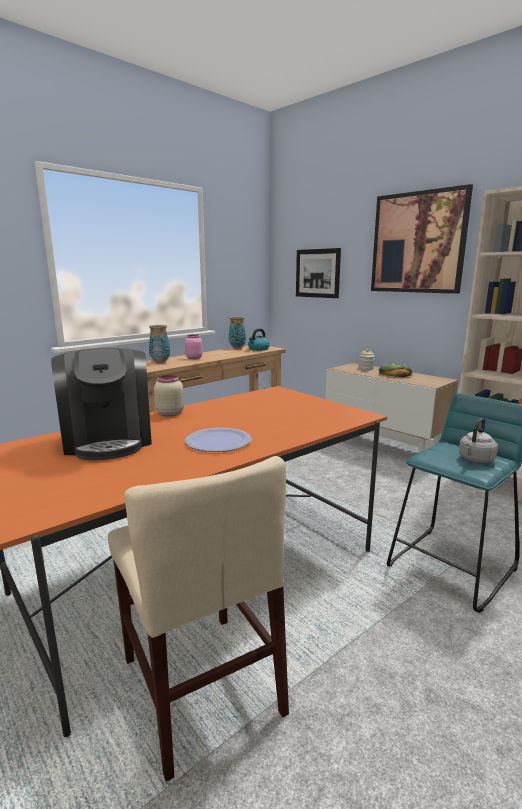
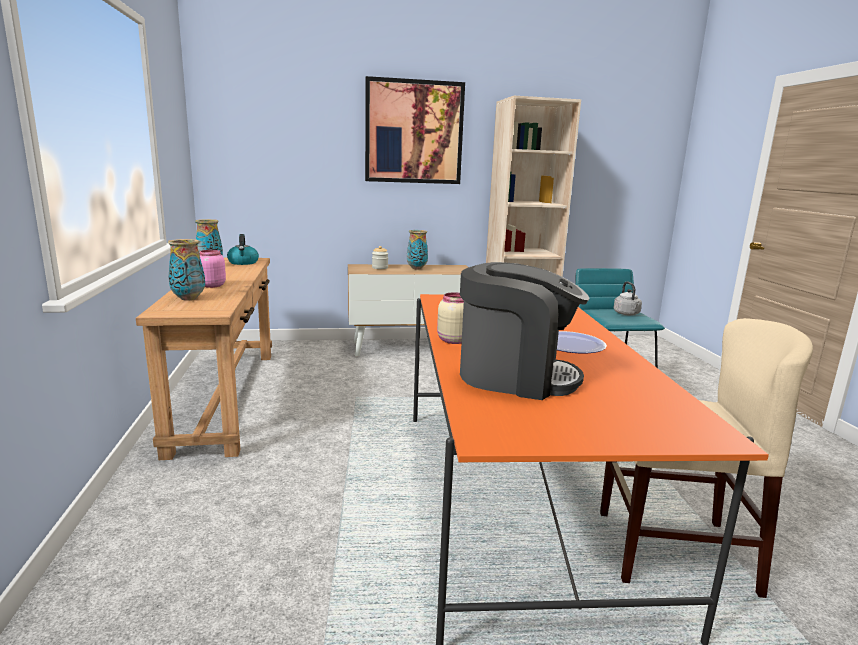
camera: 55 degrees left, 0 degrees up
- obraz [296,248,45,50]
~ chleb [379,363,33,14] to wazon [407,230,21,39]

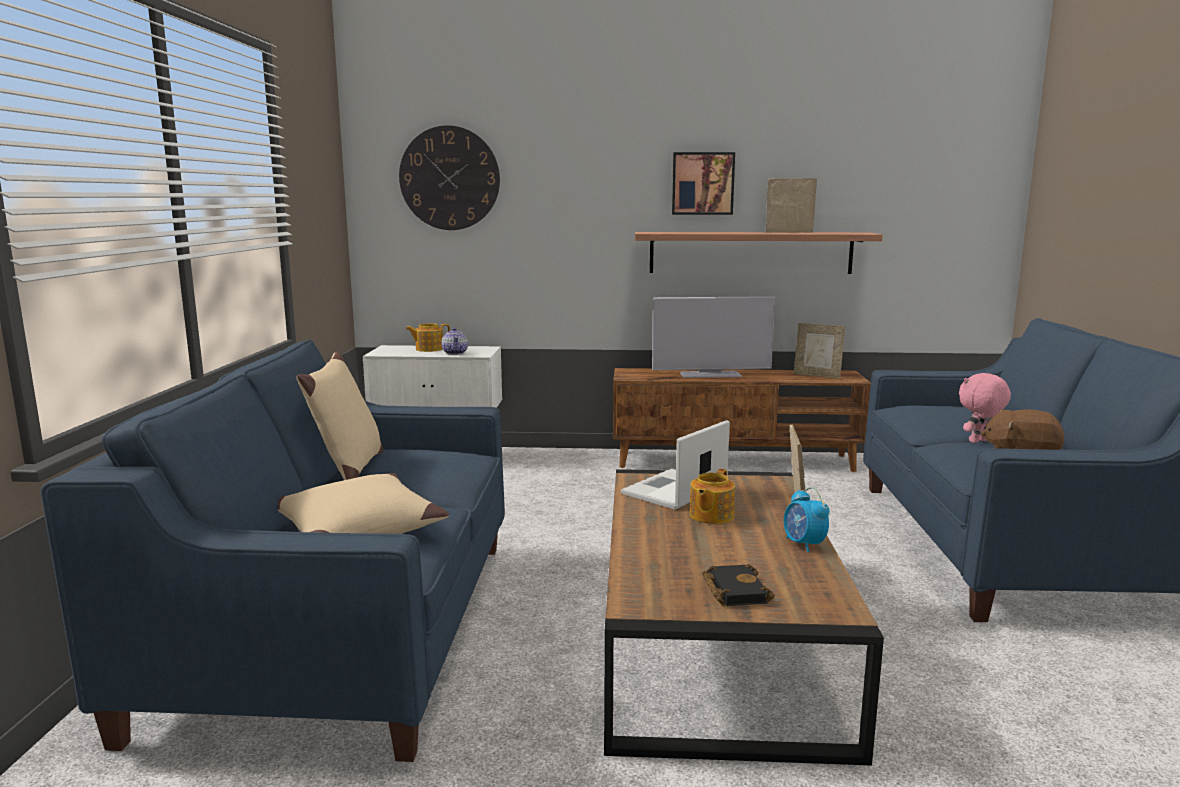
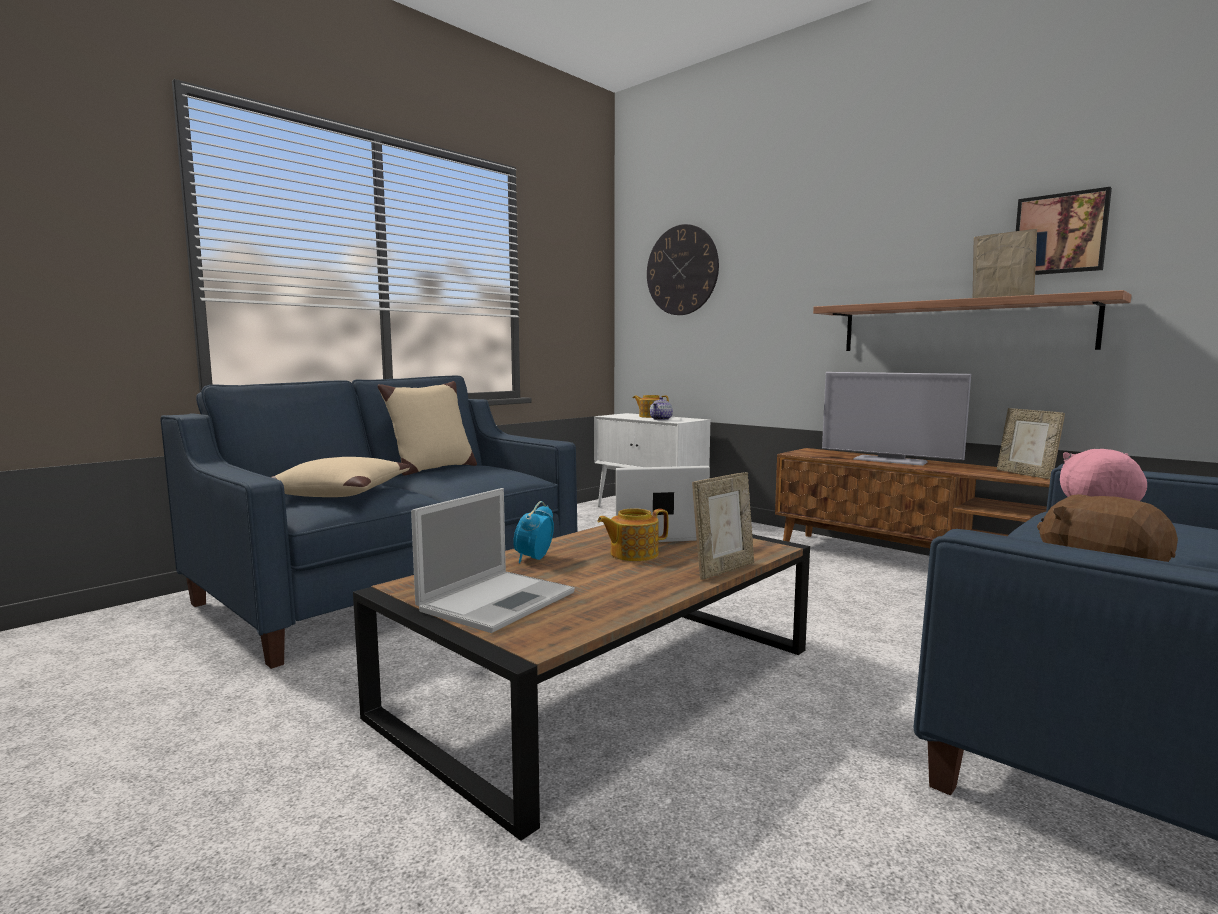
camera: 40 degrees right, 5 degrees down
~ obraz [672,152,63,63] to [1016,187,96,88]
~ książka (czarny) [702,564,73,42] to laptop [411,488,164,145]
~ budzik [784,487,46,65] to [513,501,41,62]

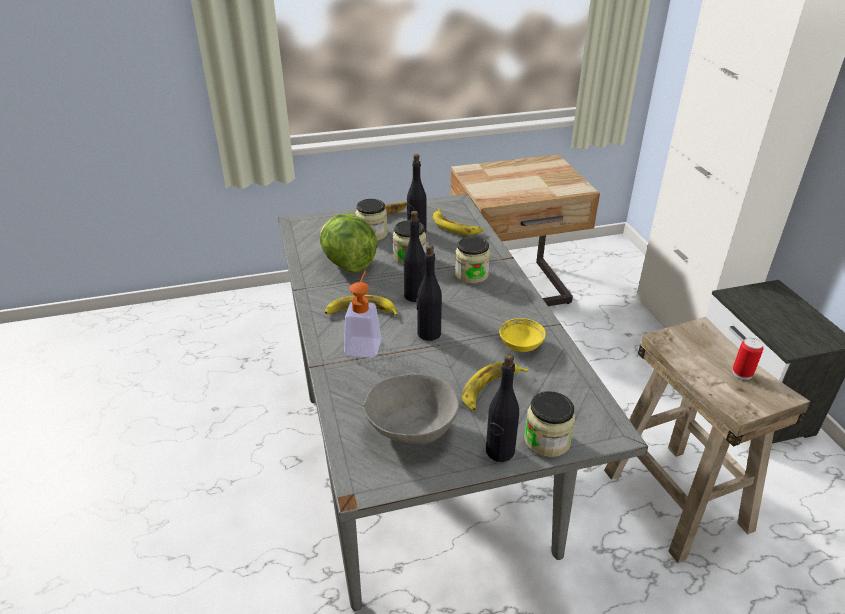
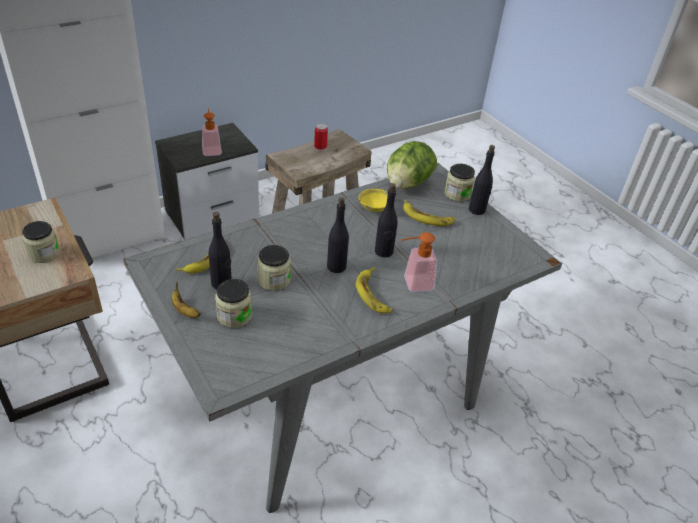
camera: 110 degrees left, 5 degrees up
~ sałata [320,213,57,60] to [387,141,50,48]
- miska (szary) [364,373,95,73]
~ słoik [455,237,35,47] to [22,221,38,42]
+ dozownik mydła [202,107,20,49]

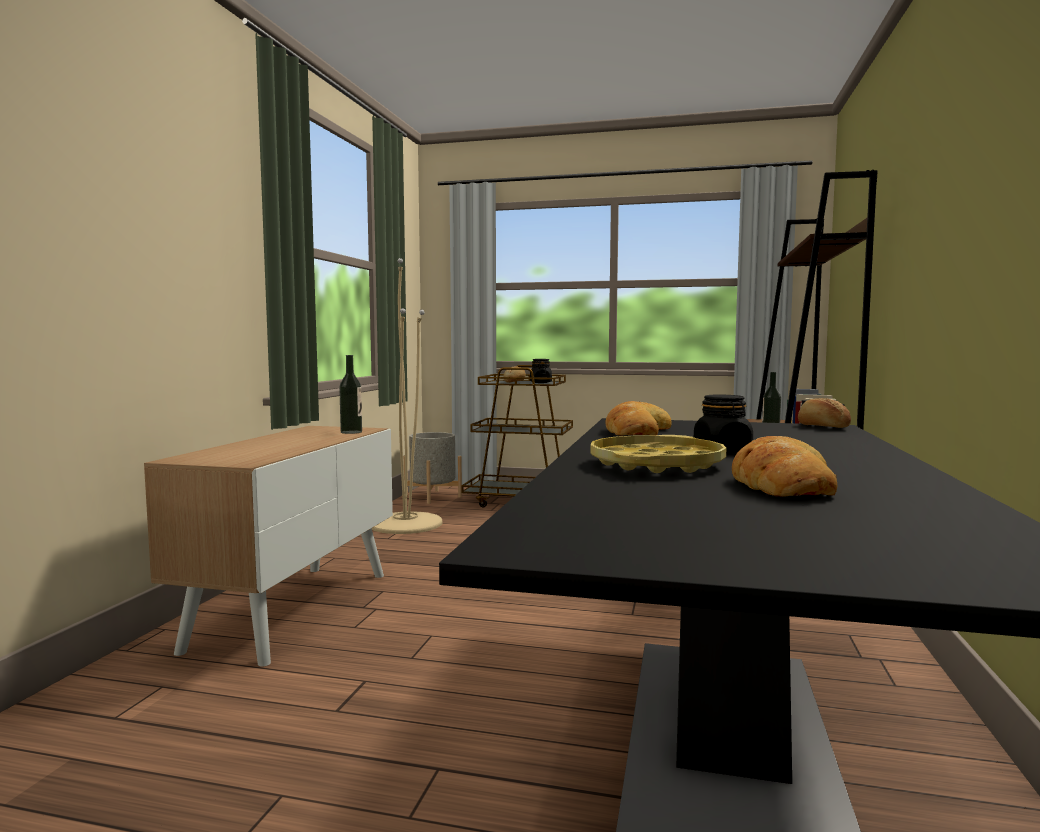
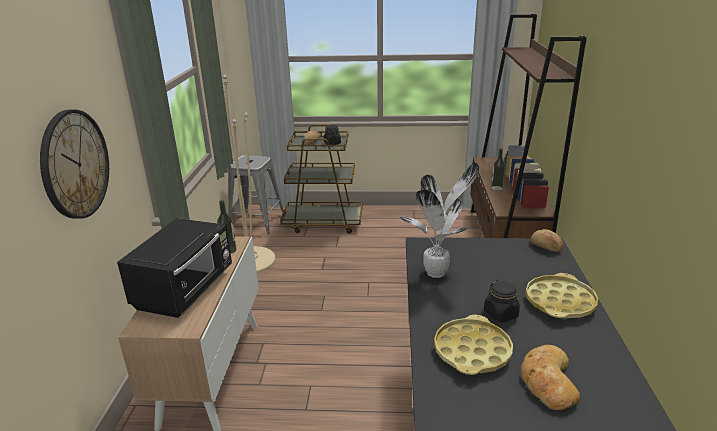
camera: 10 degrees left, 20 degrees up
~ donica (szary) [404,432,58,72] to stołek (szary) [228,155,56,80]
~ chleb [605,401,67,35] to roślina doniczkowa [400,162,79,116]
+ zegar ścienny [40,110,69,109]
+ mikrofalówka (czarny) [117,218,115,100]
+ taca (żółty) [526,273,72,45]

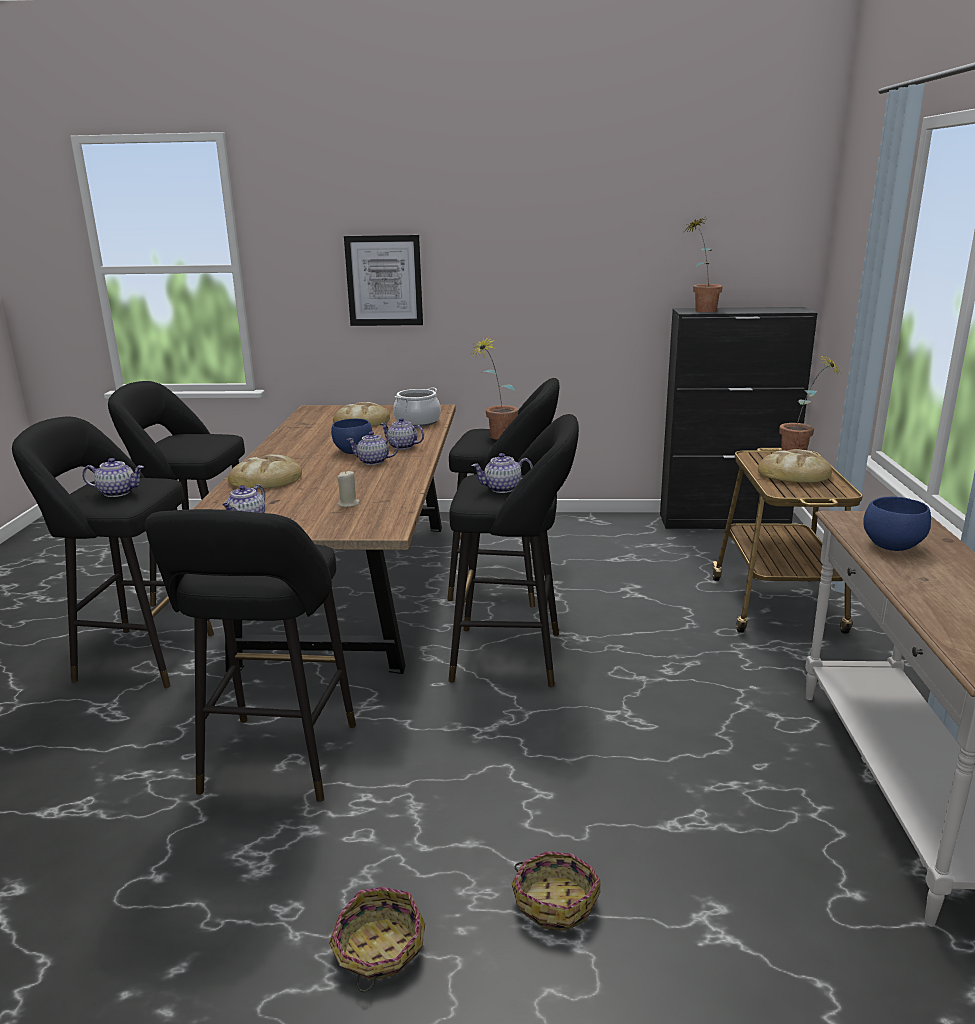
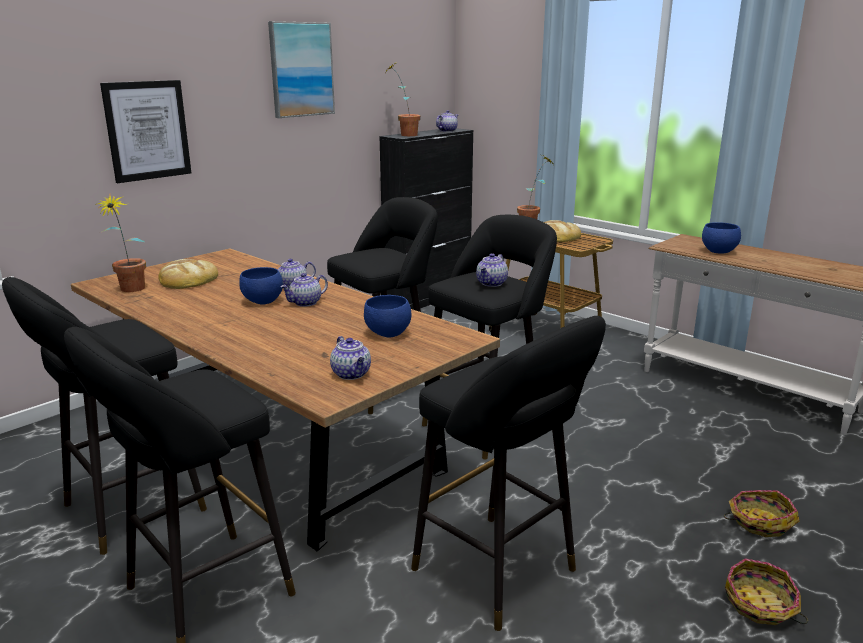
camera: 50 degrees left, 0 degrees up
~ imbryk [82,458,62,39] to [436,110,22,22]
- chleb [228,455,74,34]
~ świeca (beżowy) [337,471,23,36] to miska (niebieski) [364,295,47,43]
- garnek [393,387,48,40]
~ roślina doniczkowa [472,335,46,105] to [98,195,48,97]
+ obraz [268,21,67,97]

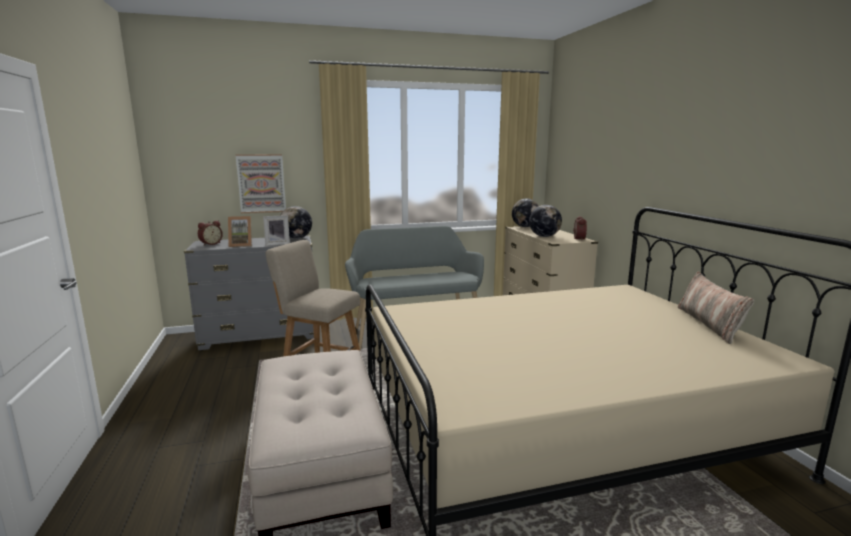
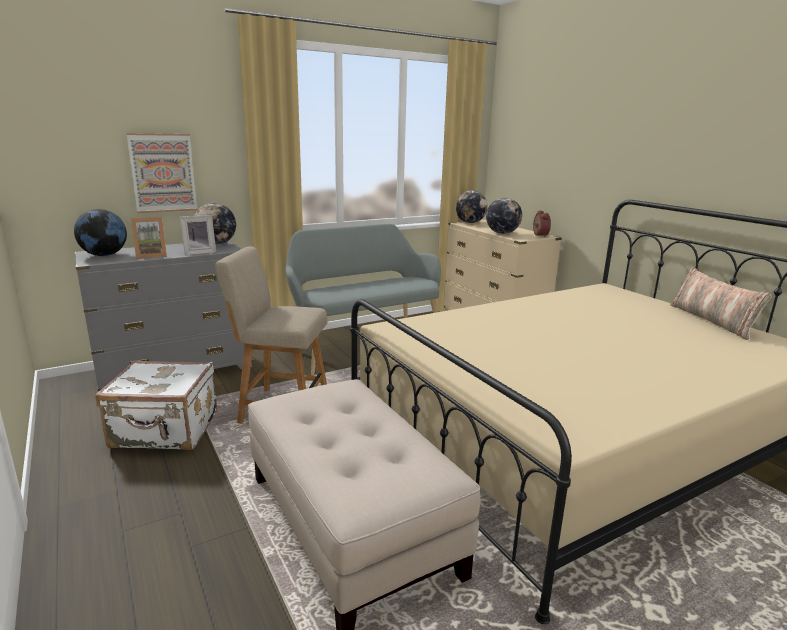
camera: 15 degrees left, 5 degrees up
~ budzik [198,220,25,25] to globus [74,209,53,47]
+ walizka (biały) [95,360,122,90]

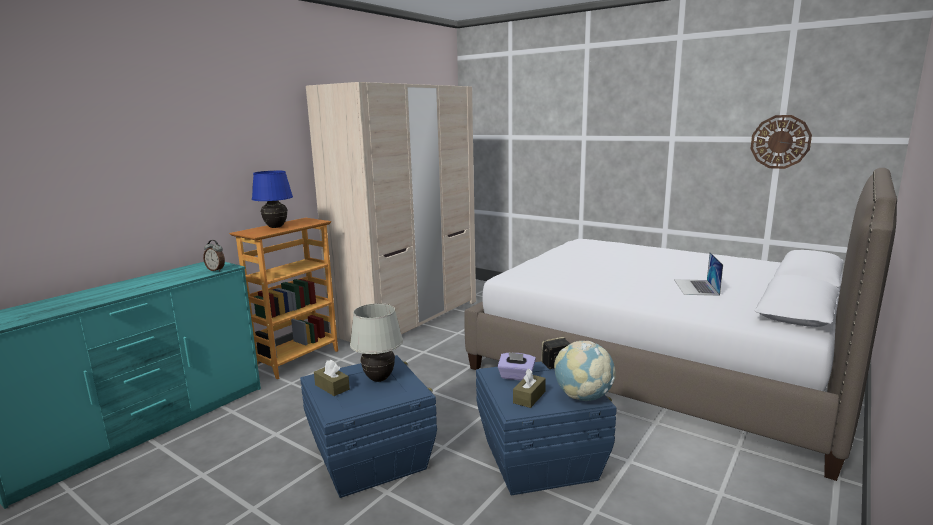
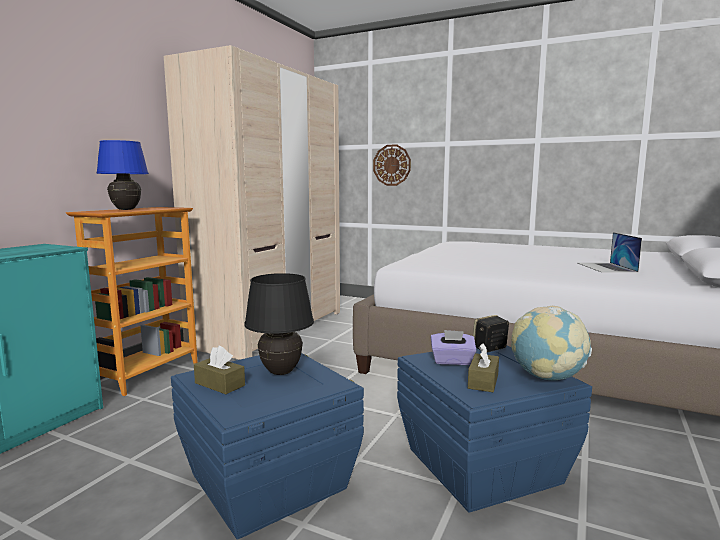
camera: 10 degrees left, 5 degrees down
- budzik [203,240,22,31]
~ lampa stołowa (biały) [350,303,53,79] to lampa stołowa (czarny) [244,273,70,102]
~ zegar ścienny [750,115,62,54] to [373,144,38,42]

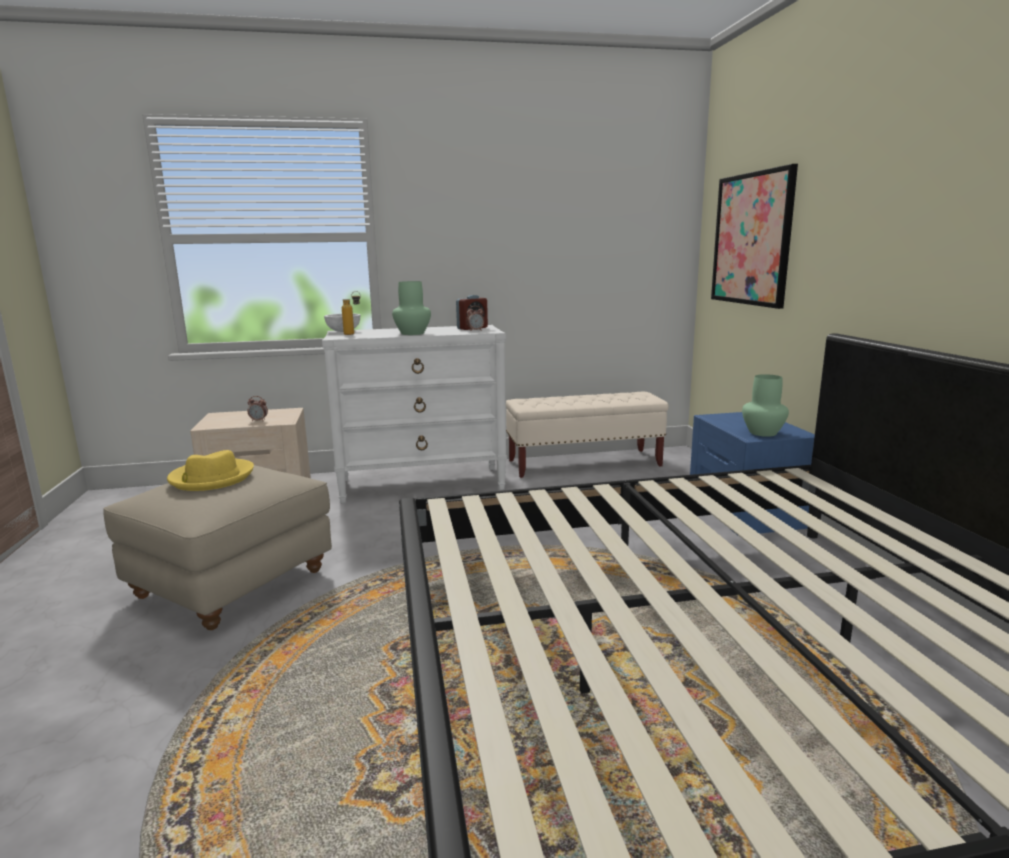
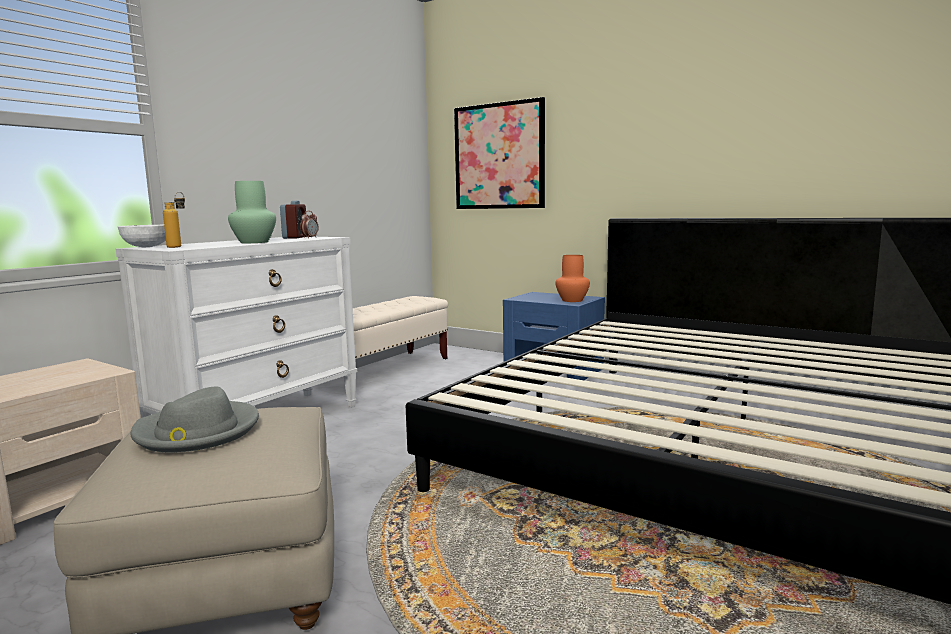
camera: 45 degrees left, 5 degrees down
~ kapelusz (żółty) [167,450,87,41] to kapelusz (szary) [130,386,129,67]
- budzik [247,396,21,25]
~ wazon (zielony) [742,374,47,63] to wazon (pomarańczowy) [555,255,35,47]

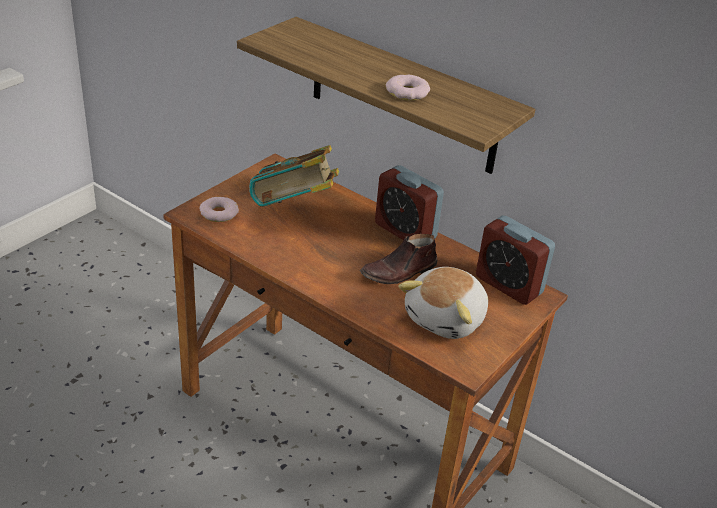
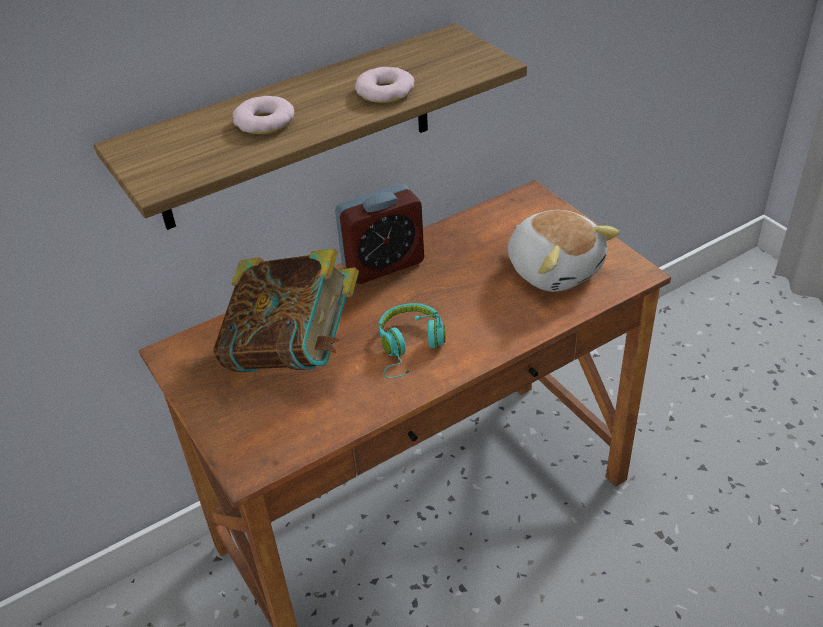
camera: 65 degrees left, 5 degrees up
~ donut [199,197,40,25] to [233,96,62,38]
- but (brązowy) [360,234,78,50]
- budzik [476,216,79,89]
+ słuchawki (turkusowy) [378,303,68,75]

